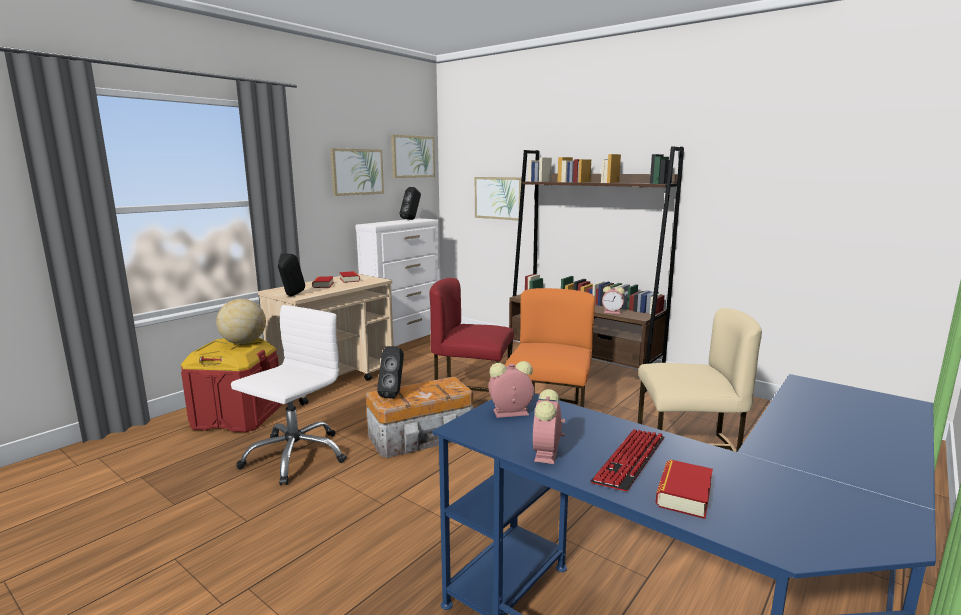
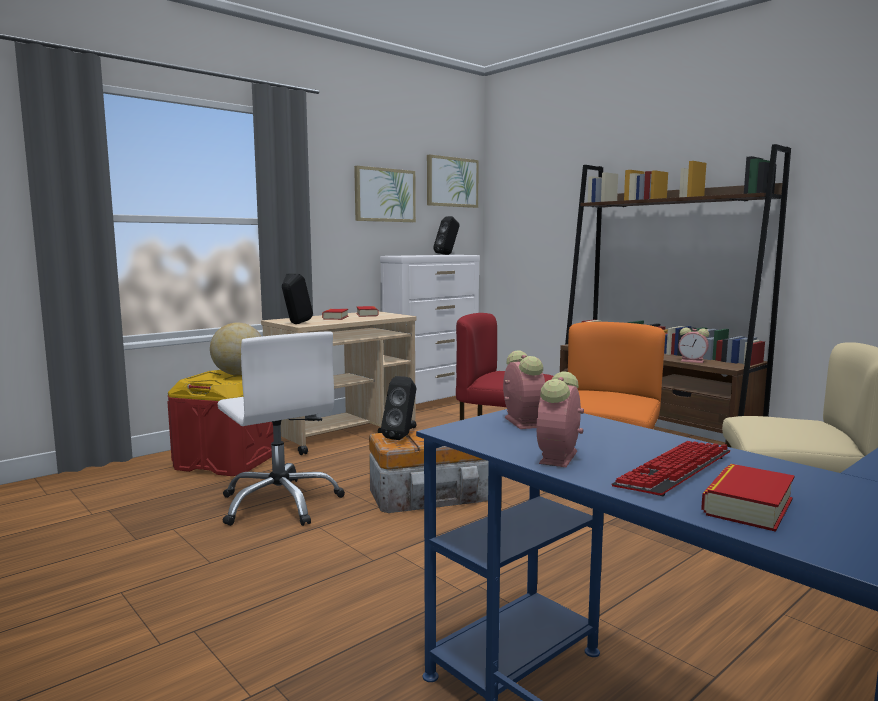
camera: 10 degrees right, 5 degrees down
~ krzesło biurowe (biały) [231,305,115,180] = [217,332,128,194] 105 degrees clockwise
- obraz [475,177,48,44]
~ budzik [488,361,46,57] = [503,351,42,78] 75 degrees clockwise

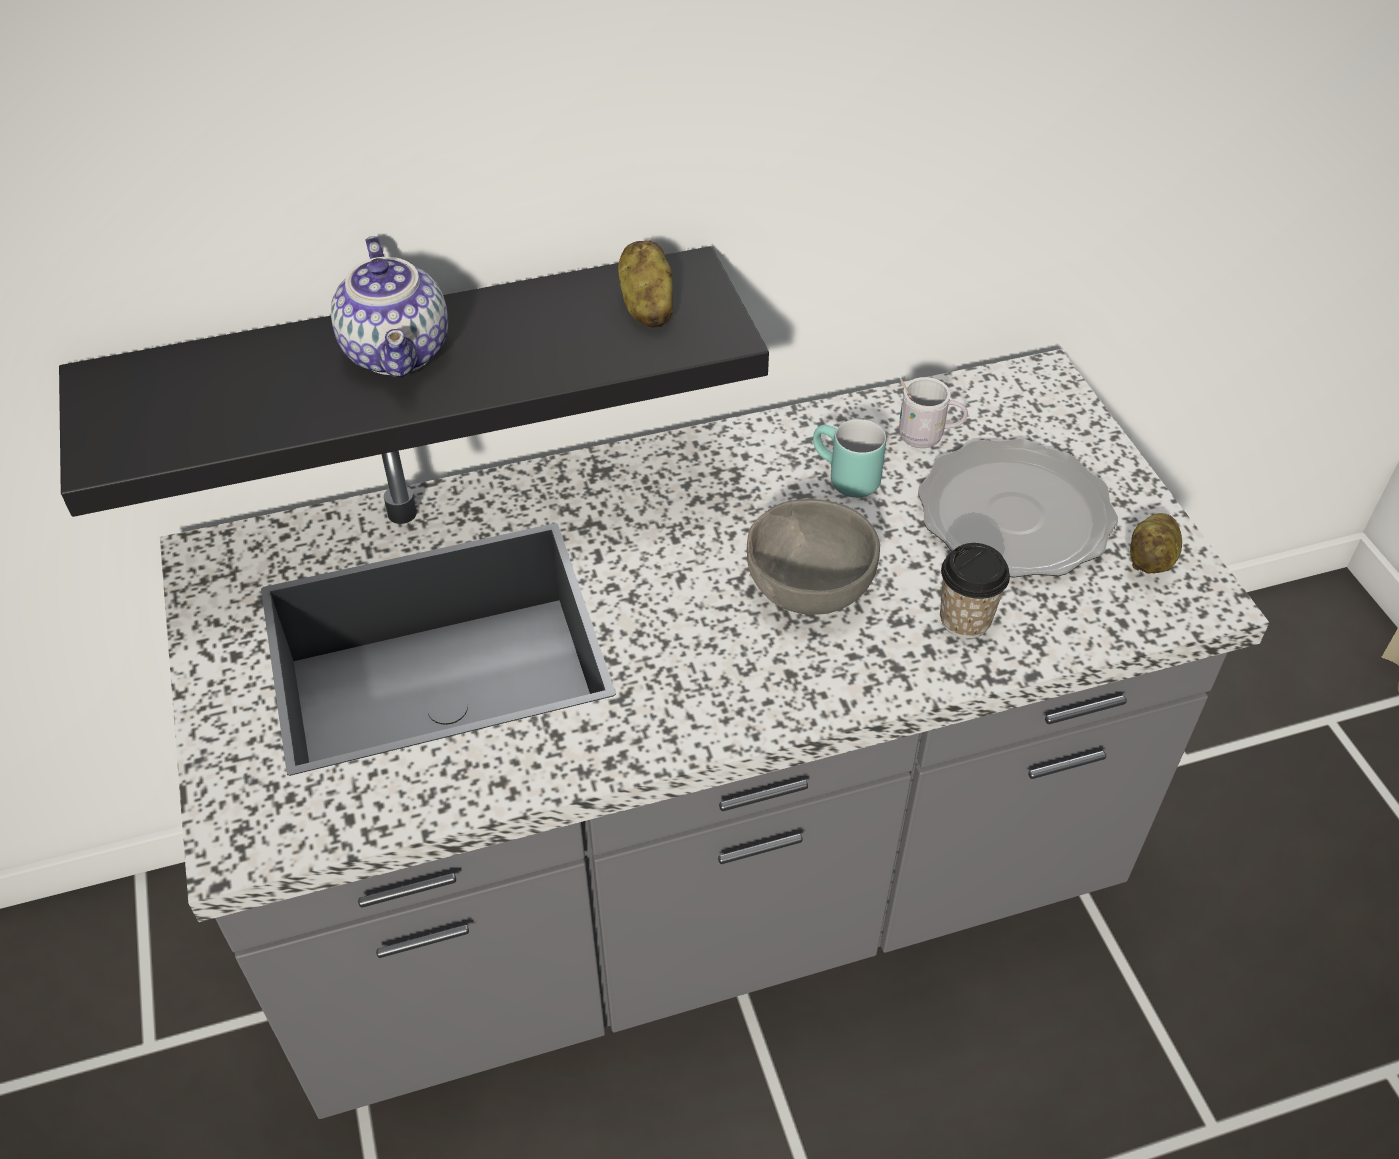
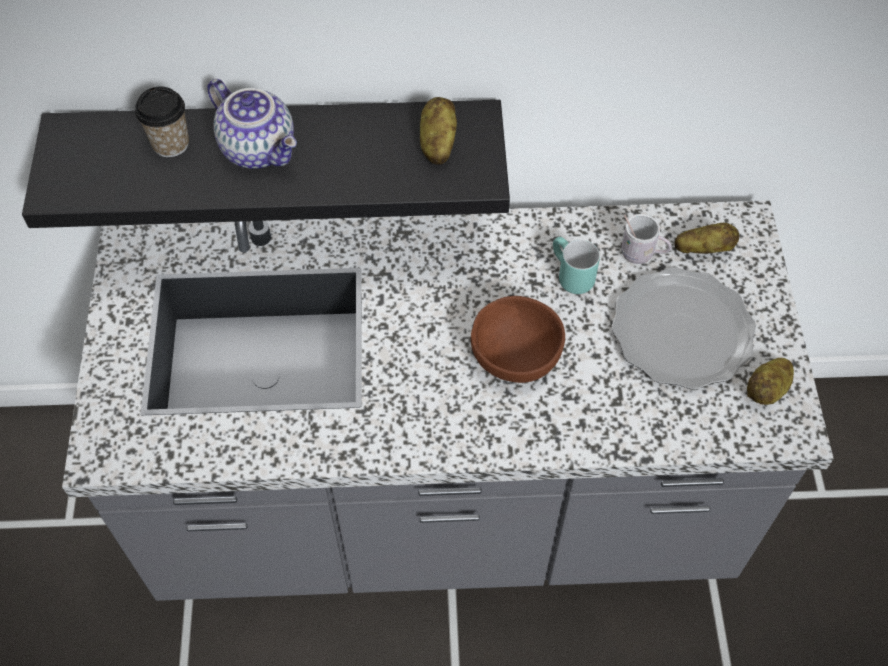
camera: 15 degrees right, 10 degrees up
~ imbryk [331,236,117,142] = [207,79,90,90] 45 degrees counterclockwise
~ miska (szary) [747,499,133,116] to miska (brązowy) [471,296,94,87]
~ filiżanka [940,543,70,95] to [135,86,54,71]
+ ziemniak [674,223,65,31]

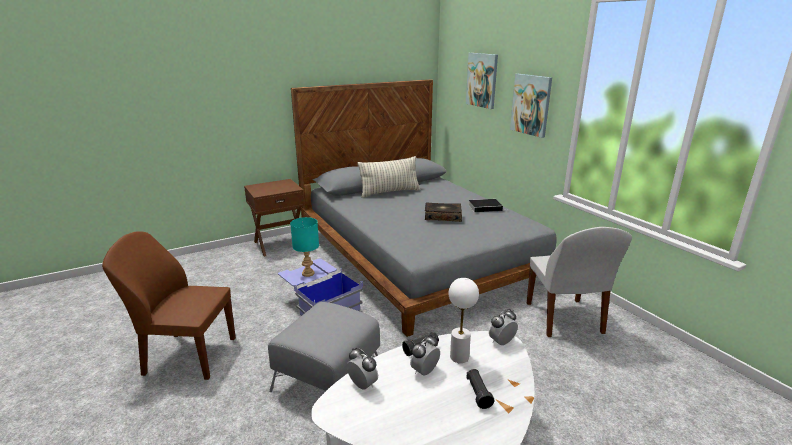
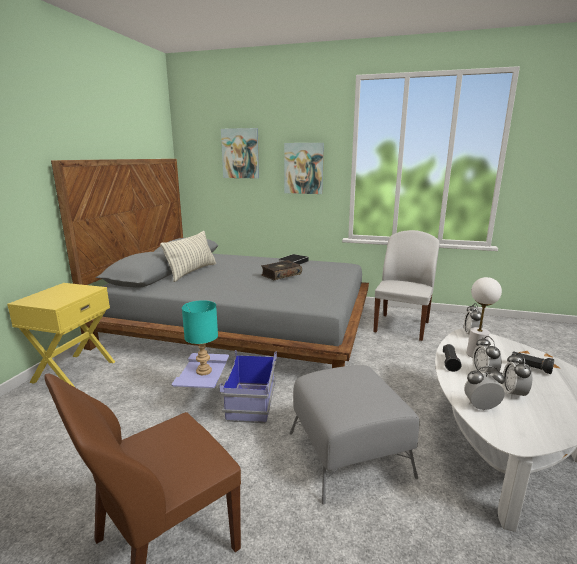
camera: 45 degrees left, 5 degrees down
~ szafka nocna (brązowy) [244,179,61,78] to szafka nocna (żółty) [7,283,108,105]
~ krzesło (biały) [527,227,105,110] = [374,230,66,111] 105 degrees counterclockwise
+ budzik [503,352,29,47]

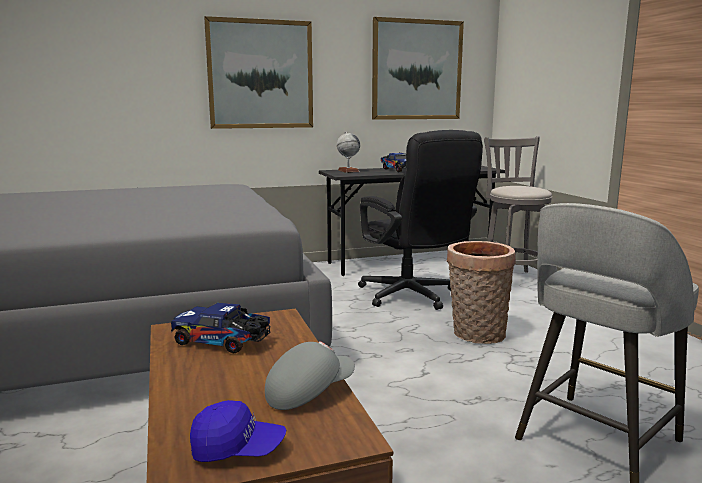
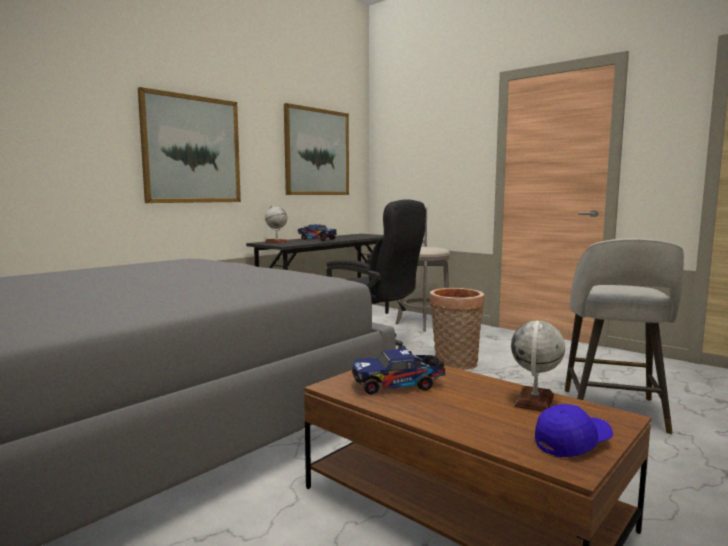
camera: 30 degrees left, 5 degrees down
~ czapka z daszkiem (szary) [265,341,90,69] to globus [511,321,54,91]

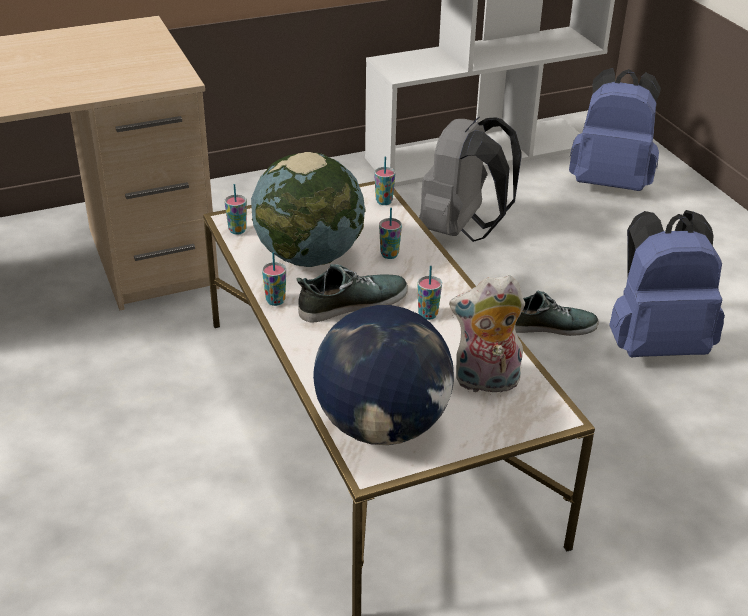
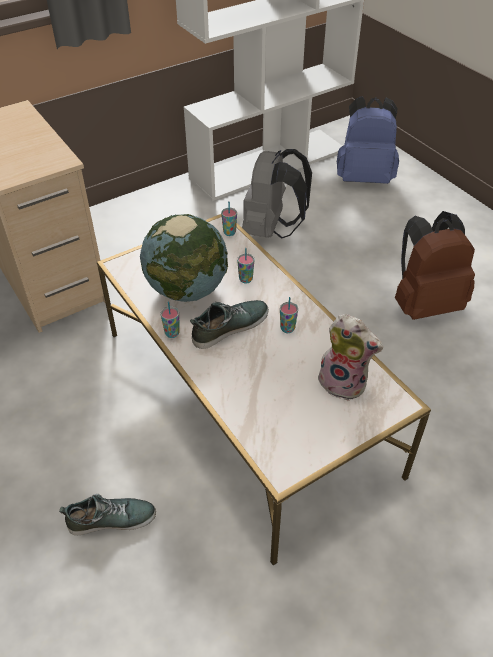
camera: 10 degrees left, 10 degrees up
- filiżanka [224,184,23,51]
- globus [313,305,141,140]
~ pluszak [449,275,76,122] = [318,314,65,87] 135 degrees counterclockwise
~ but [515,291,84,45] to [59,494,97,41]
~ plecak (niebieski) [609,210,116,147] to plecak (brązowy) [395,211,80,109]

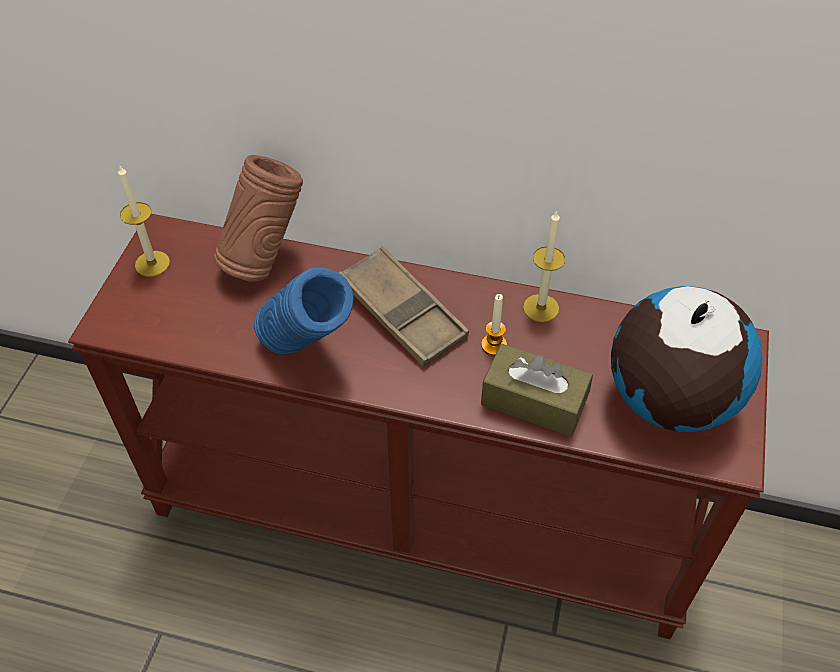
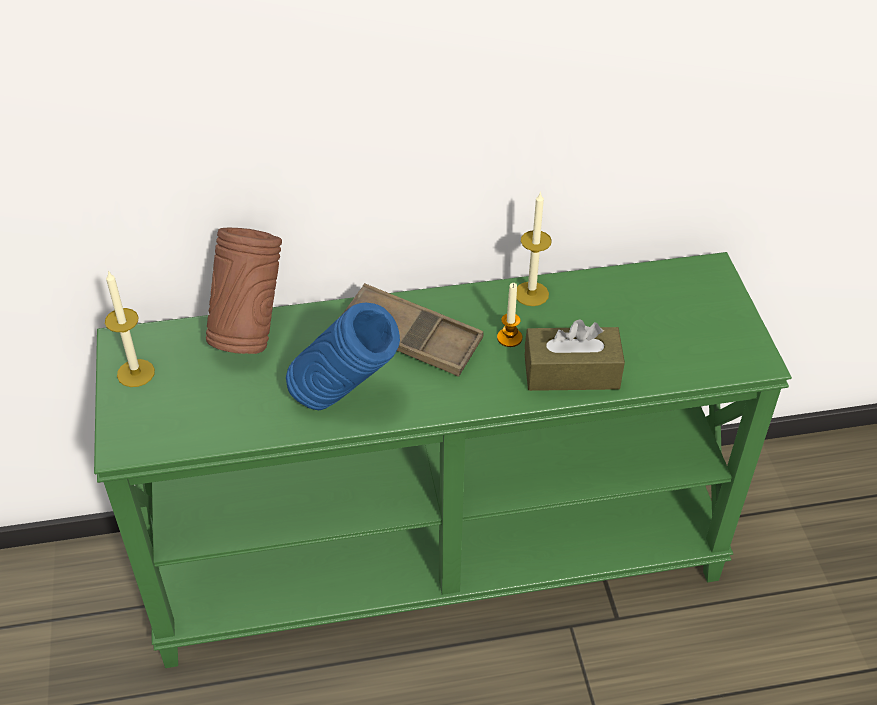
camera: 25 degrees left, 5 degrees down
~ stolik konsolowy (brązowy) [68,214,701,425] to stolik konsolowy (zielony) [94,252,698,416]
- globus [611,286,152,146]

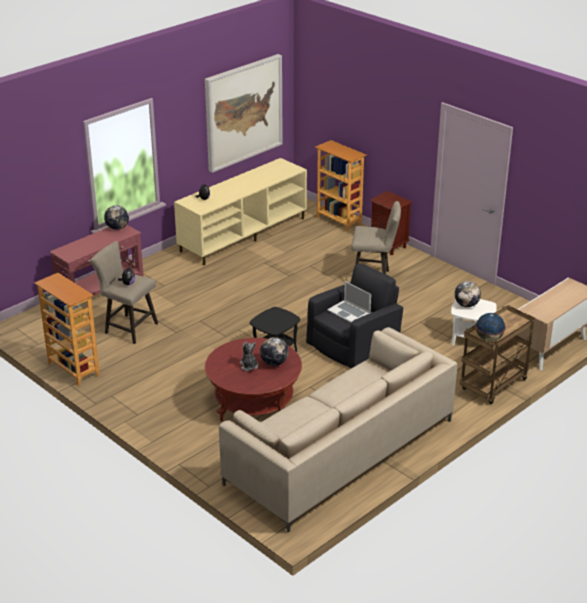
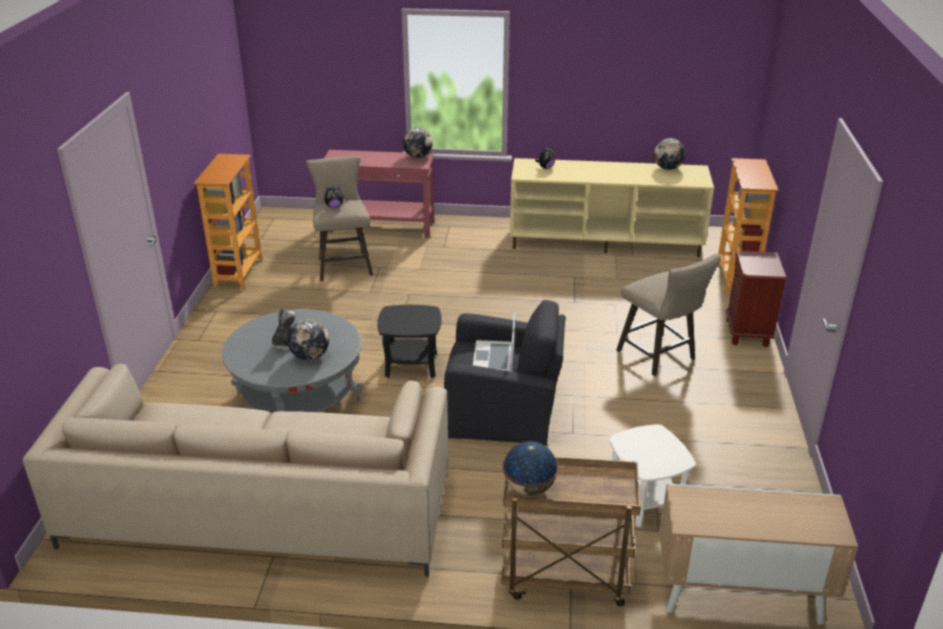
camera: 50 degrees right, 0 degrees up
- obraz [205,54,78,119]
~ ława (czerwony) [205,338,97,83] to ława (szary) [222,309,141,105]
~ globus [454,281,27,26] to [654,138,31,32]

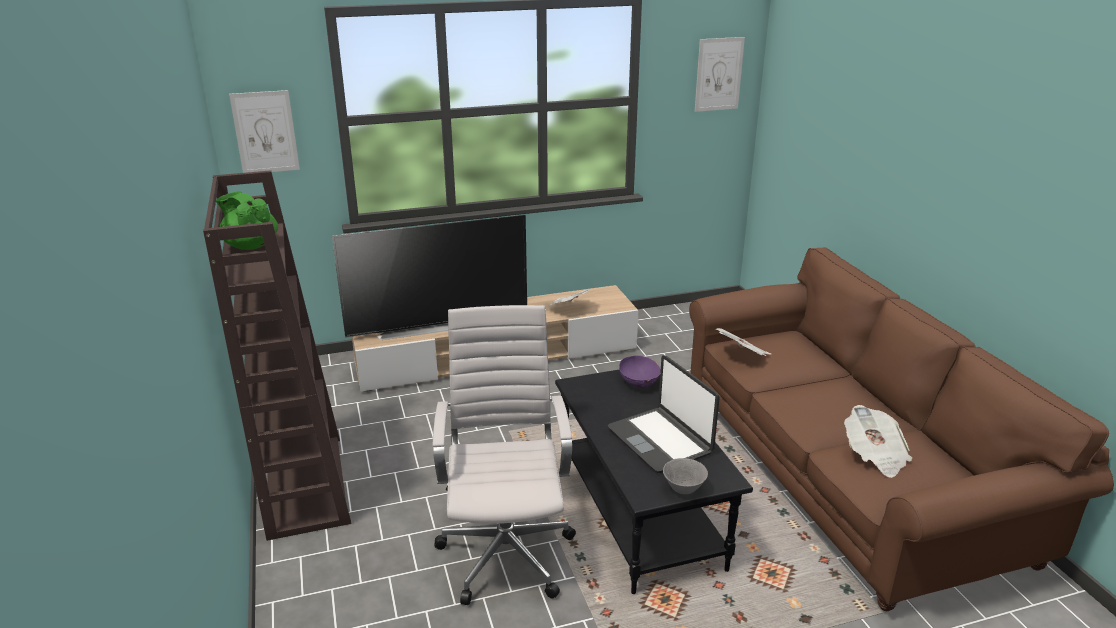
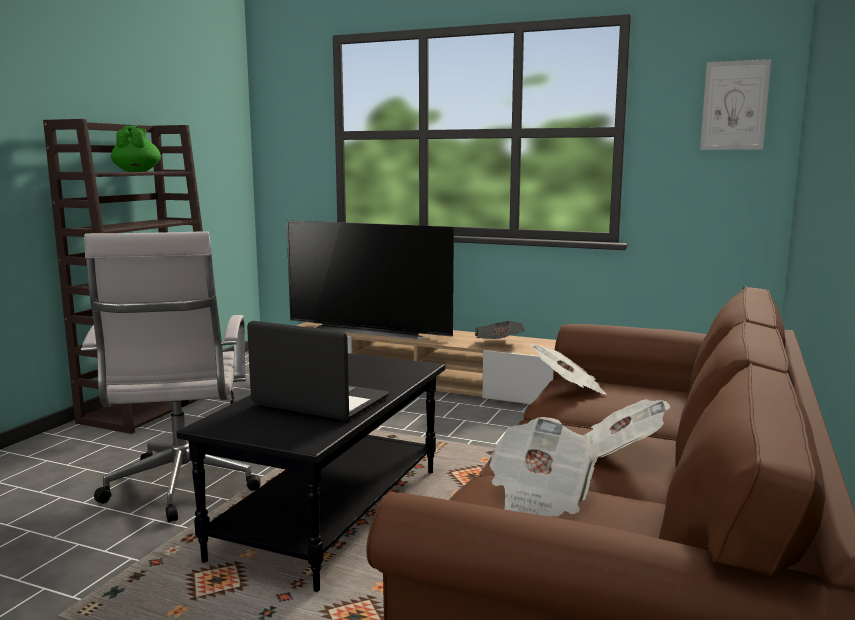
camera: 40 degrees right, 15 degrees down
- obraz [229,90,71,83]
~ krzesło biurowe (biały) [433,305,143,300] = [81,231,180,291] 135 degrees clockwise
~ laptop [608,355,112,118] = [247,321,142,100] 105 degrees clockwise
- miska (fioletowy) [619,355,42,33]
- miska (szary) [663,458,45,36]
+ gazeta [583,399,88,58]

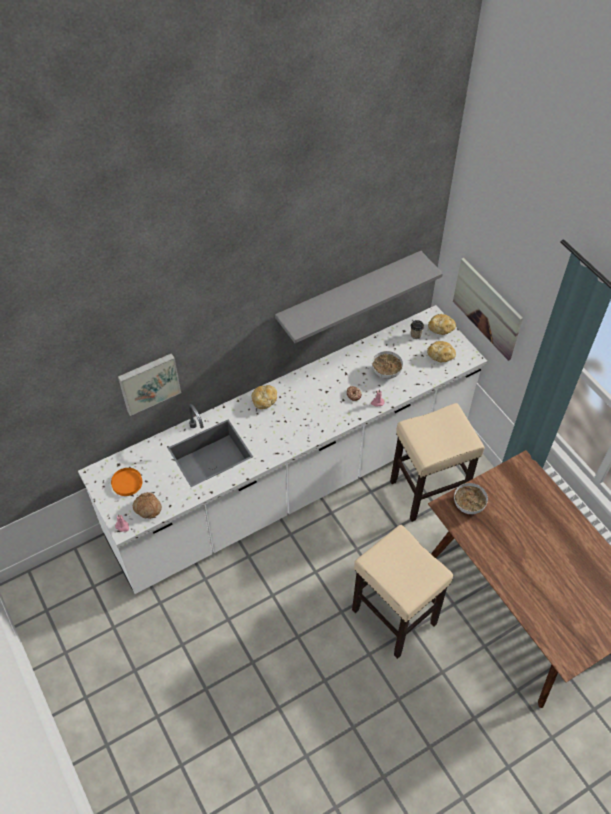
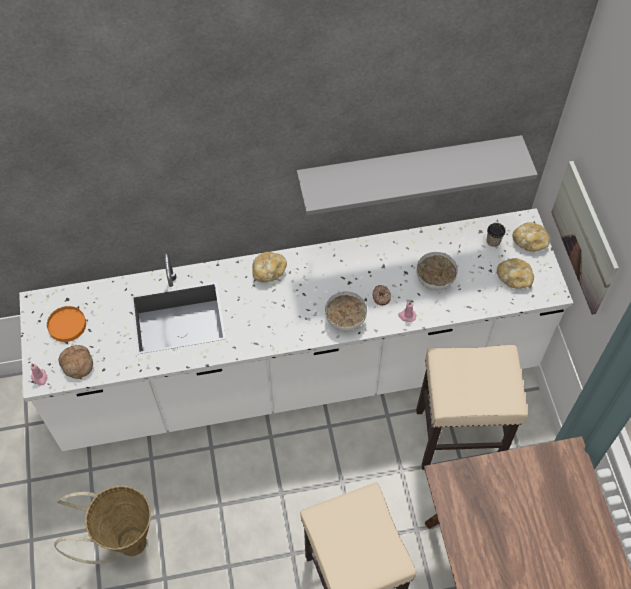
camera: 20 degrees right, 5 degrees up
- obraz [118,353,63,63]
~ miska [454,483,34,31] to [325,291,42,40]
+ koszyk [54,485,97,79]

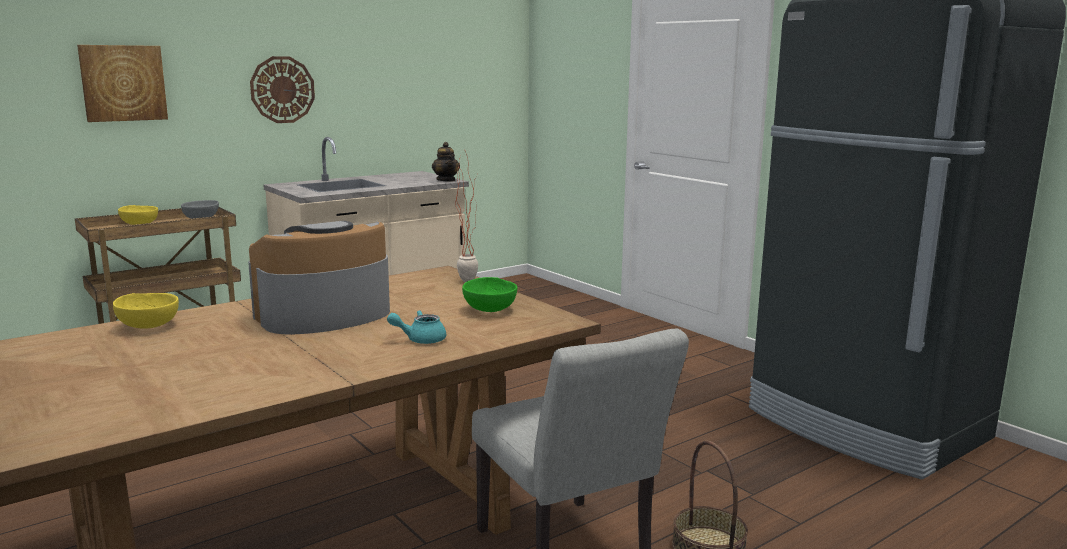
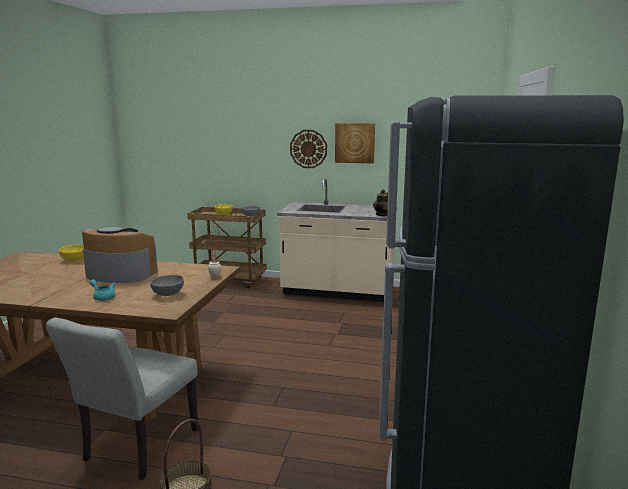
camera: 50 degrees right, 0 degrees up
~ obraz [77,45,91,77] to [335,123,40,41]
~ miska (zielony) [462,277,56,35] to miska (szary) [150,275,34,21]

